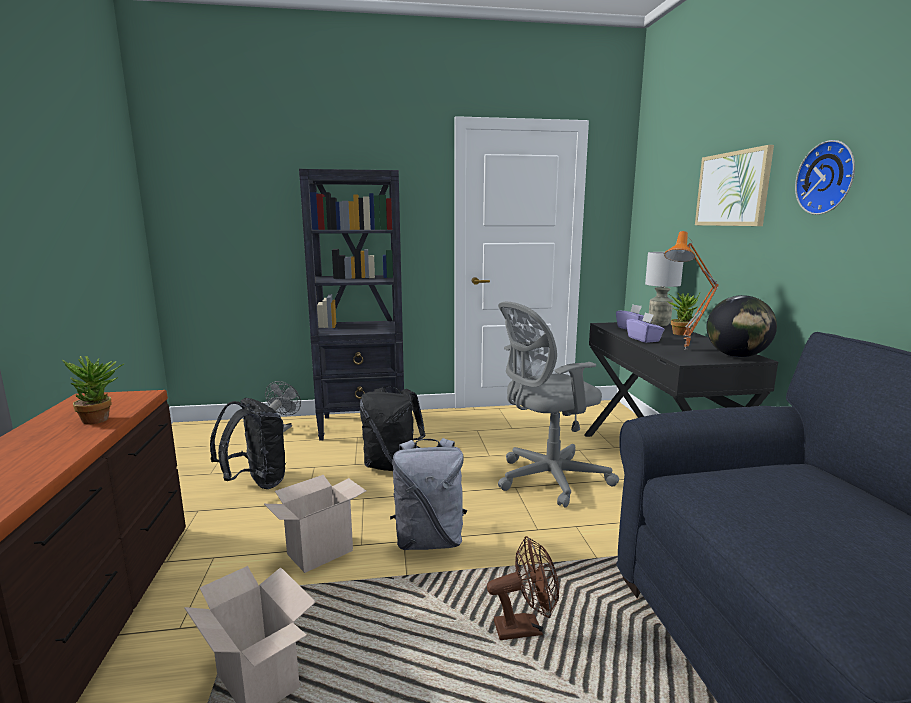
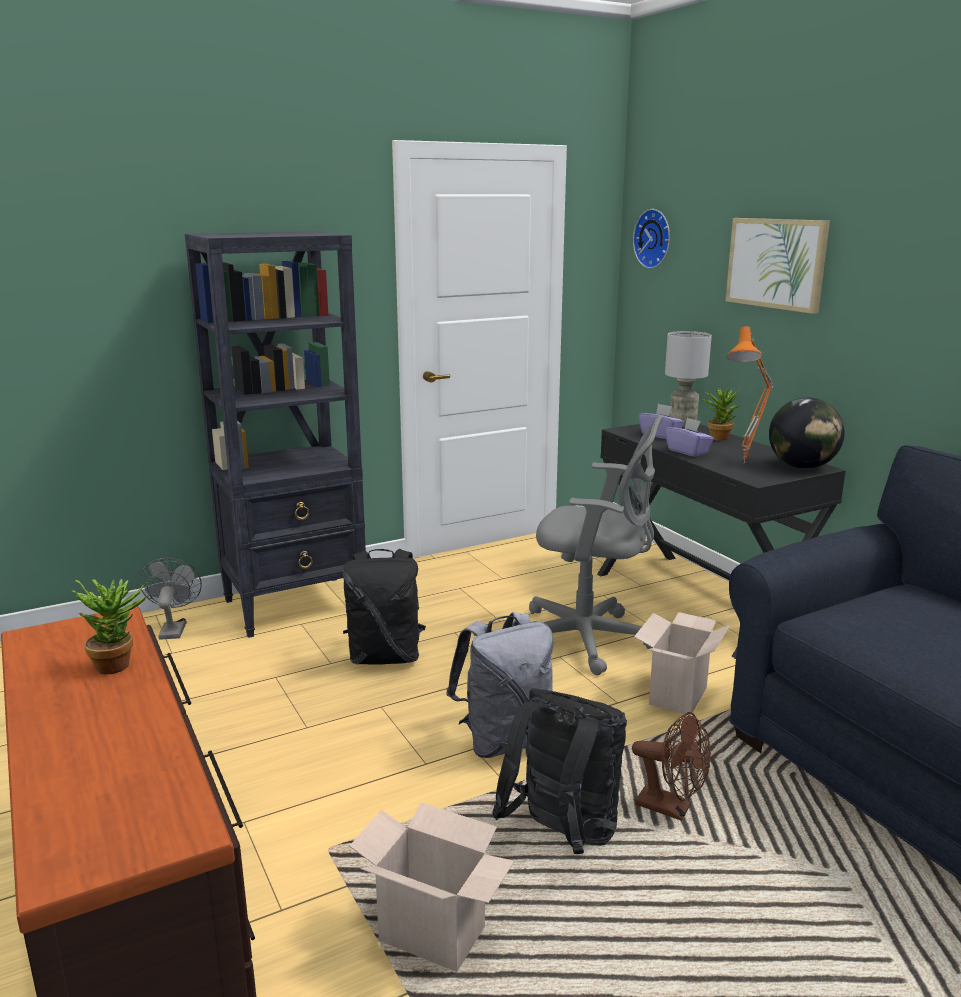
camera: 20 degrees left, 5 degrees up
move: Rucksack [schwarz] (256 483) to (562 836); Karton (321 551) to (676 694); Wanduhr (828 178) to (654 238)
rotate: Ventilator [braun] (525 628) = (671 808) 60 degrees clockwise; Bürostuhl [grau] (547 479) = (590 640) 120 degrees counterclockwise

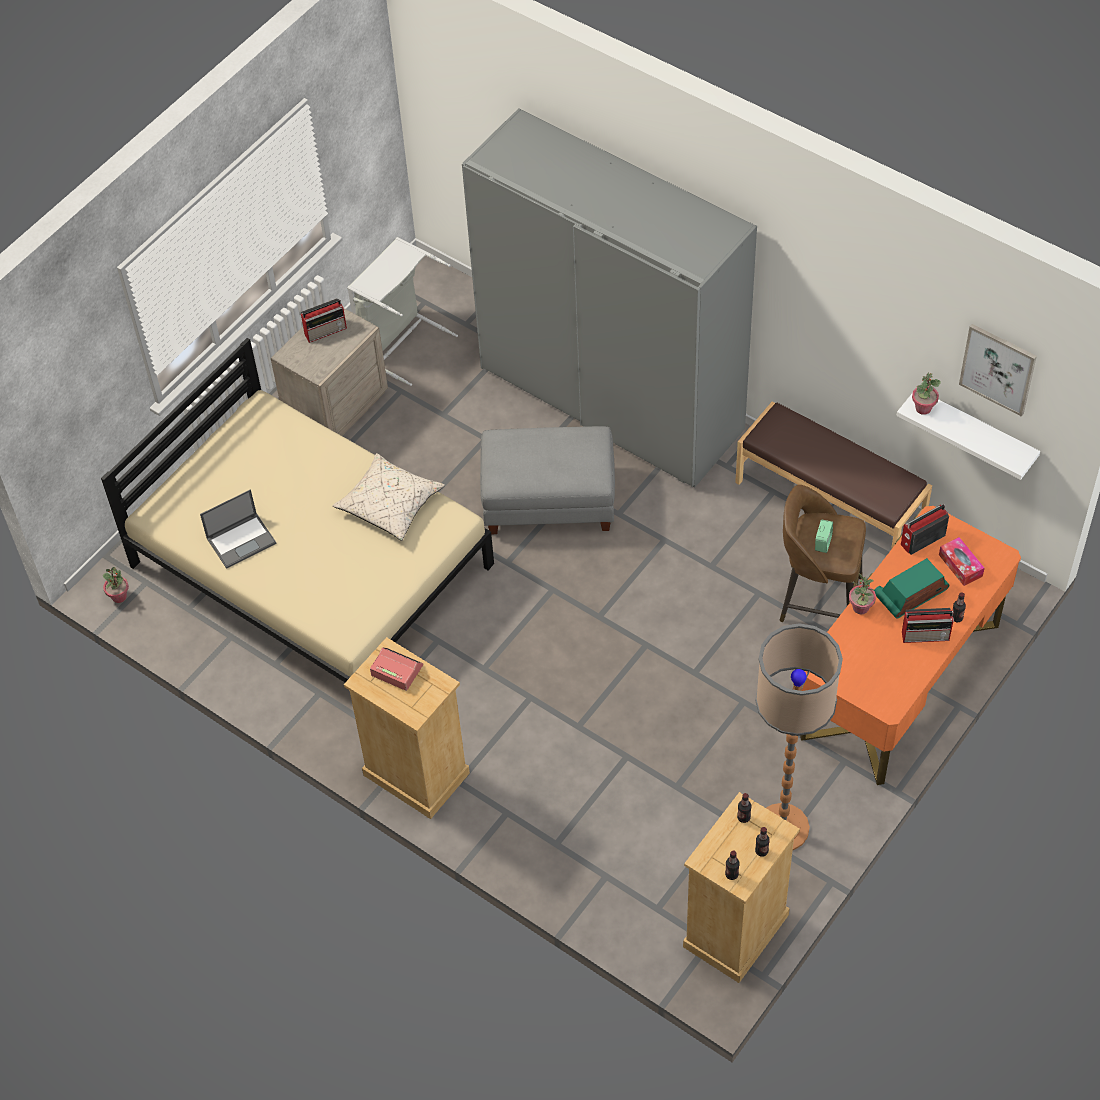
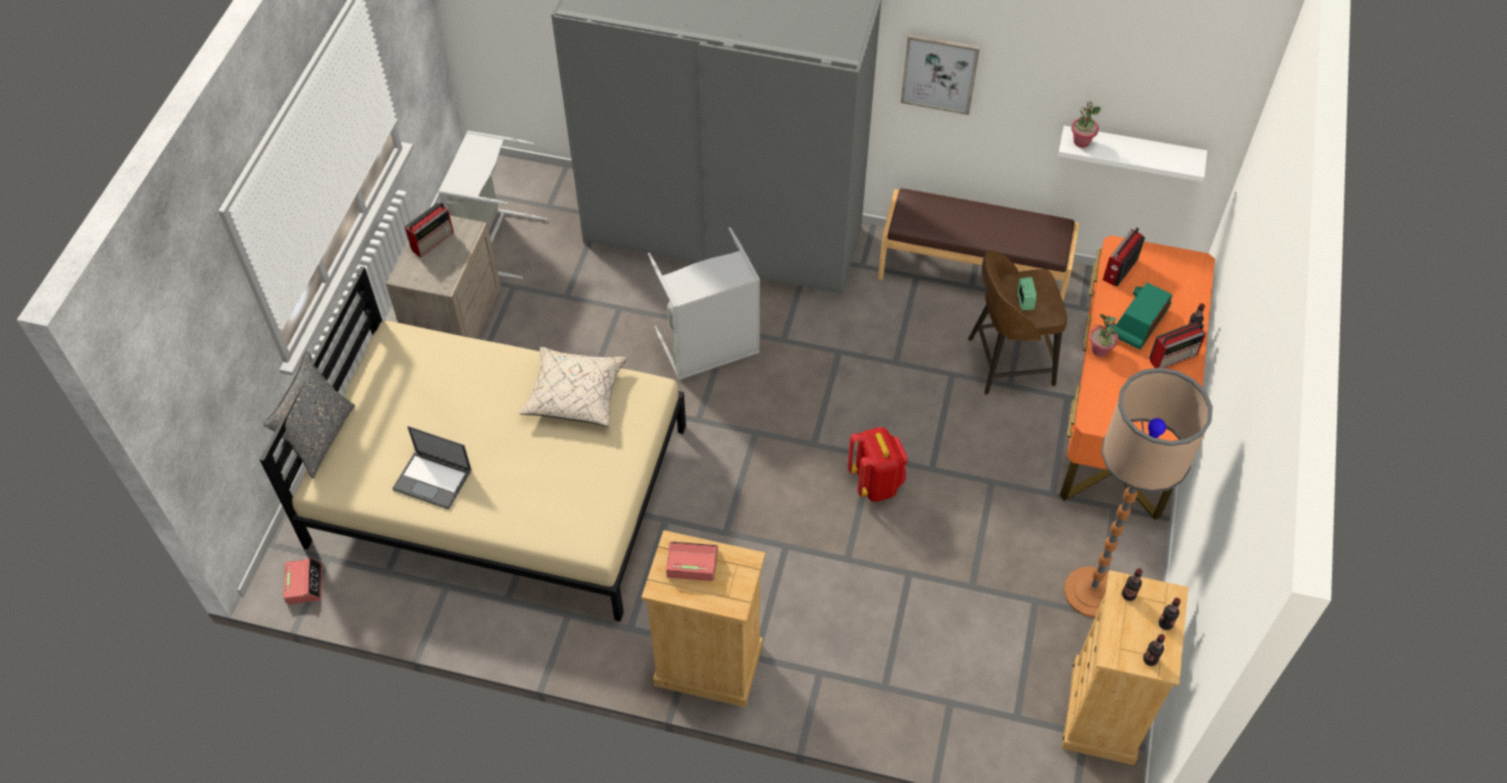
camera: 25 degrees left, 0 degrees up
delete: Taschentuchbox (960 565)
insert: Kissen [grau] (320 438); Rucksack [rot] (876 483)
move: Bild (998 368) to (939 73)
replace: Topfpflanze (119 596) to Wecker (304 584); Polsterhocker [grau] (548 502) to Wäschekorb [grau] (710 349)
rotate: Laptop (242 540) = (433 480) 75 degrees clockwise

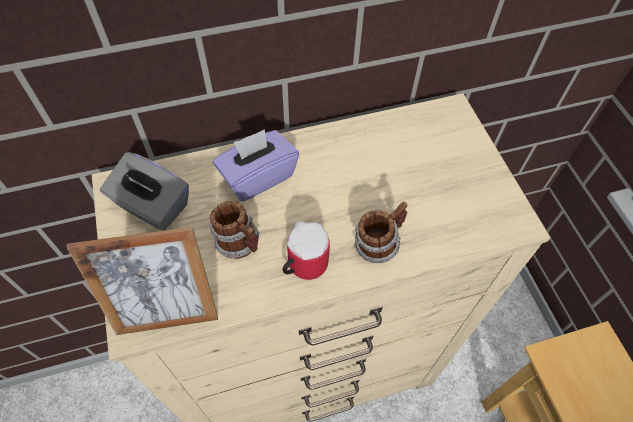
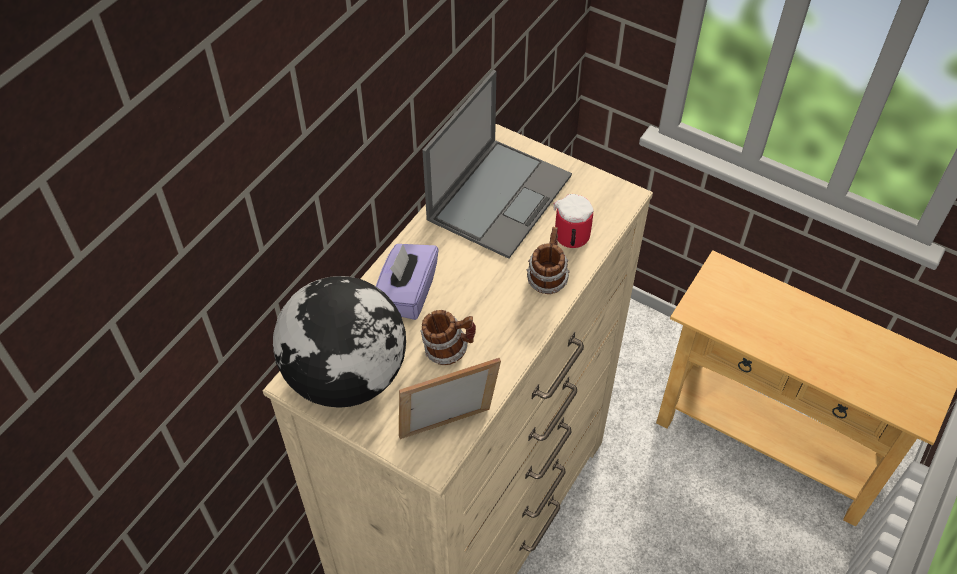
camera: 40 degrees left, 5 degrees down
insert: Laptop (500 196)
move: Henkelbecher (302 265) to (570 239)
replace: Taschentuchbox [grau] (152 206) to Globus (347 375)
rotate: Bilderrahmen (167 313) = (448 433) 150 degrees counterclockwise

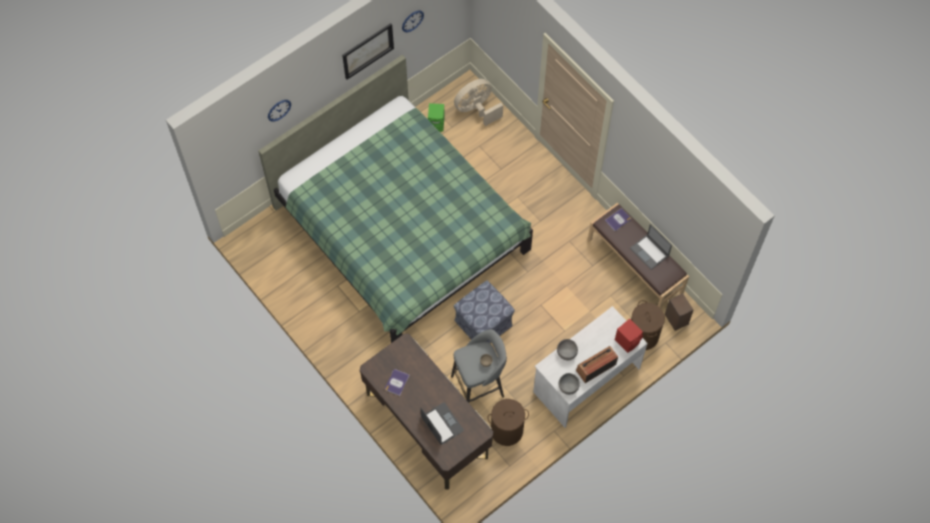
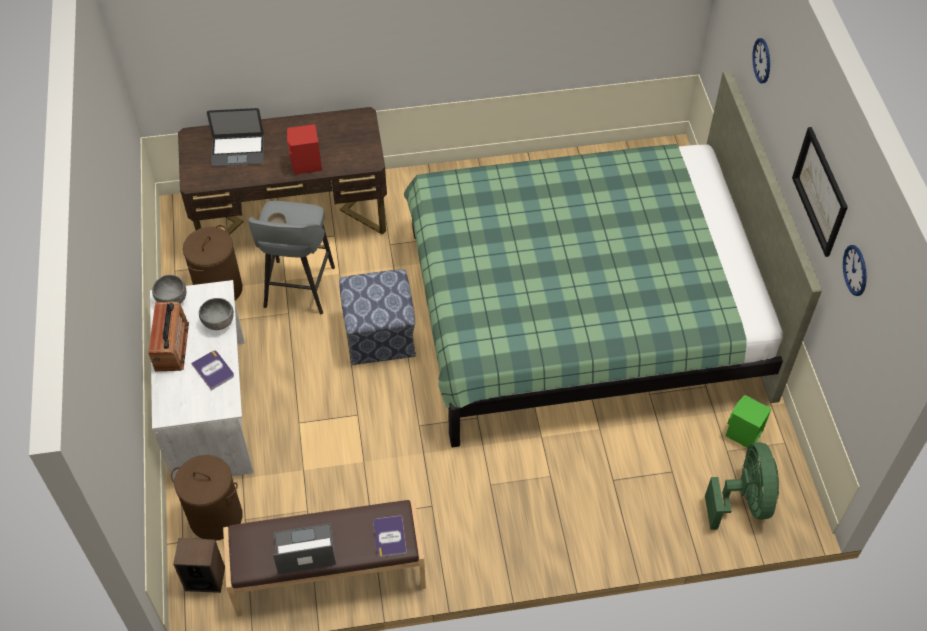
camera: 120 degrees right, 10 degrees down
move: Buch (397 382) to (213 370); Lautsprecher [rot] (628 341) to (306 164)
recolor: Ventilator [beige] (476 110) to Ventilator [grün] (743 501)

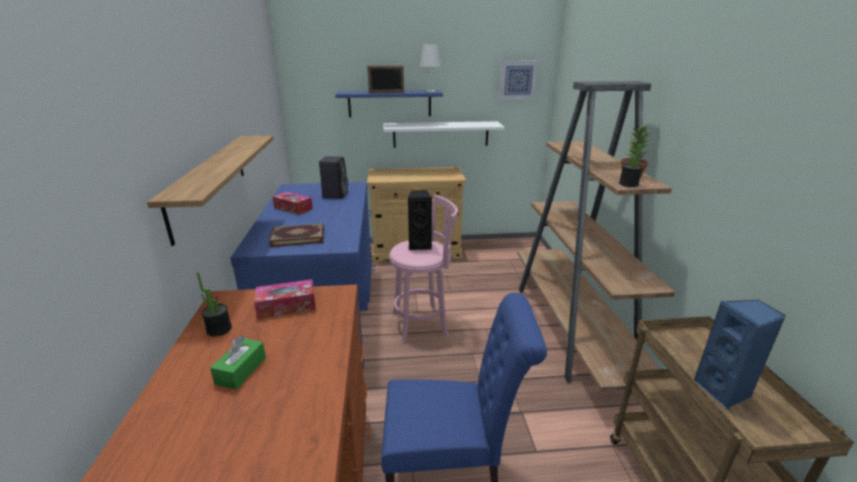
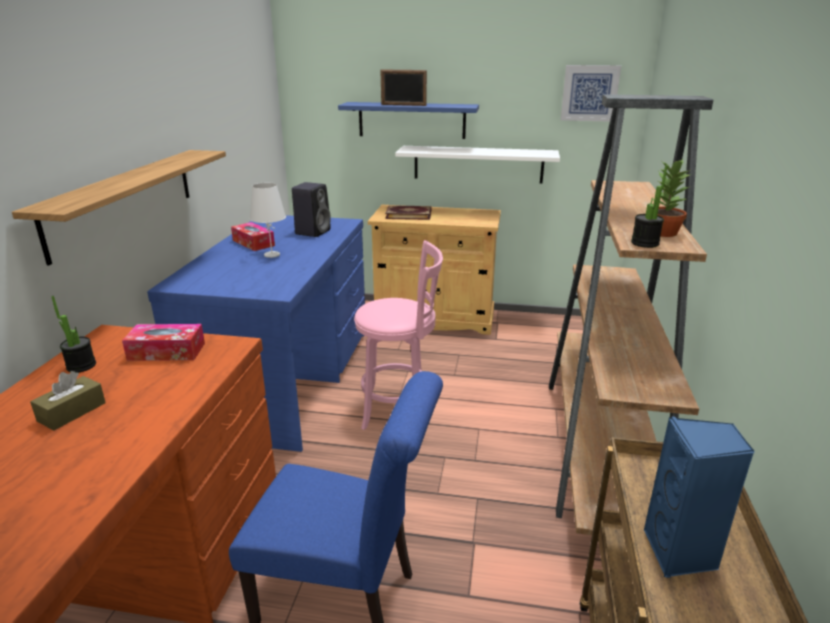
camera: 15 degrees right, 0 degrees up
delete: Lautsprecher [schwarz] (420 245)
move: Buch (298 236) to (408 214); Tischlampe [weiß] (430 91) to (271 255)
recolor: Taschentuchbox [grün] (241 370) to Taschentuchbox [braun] (72 412)

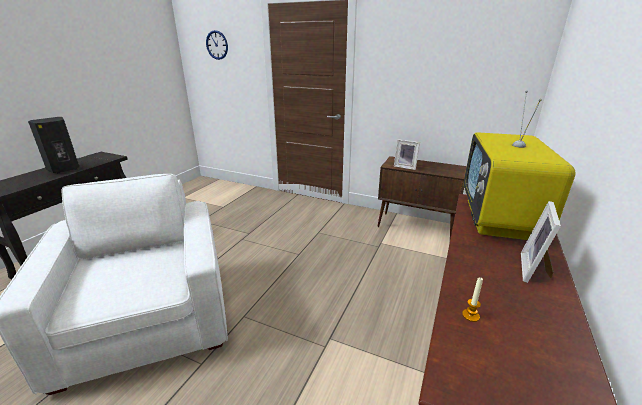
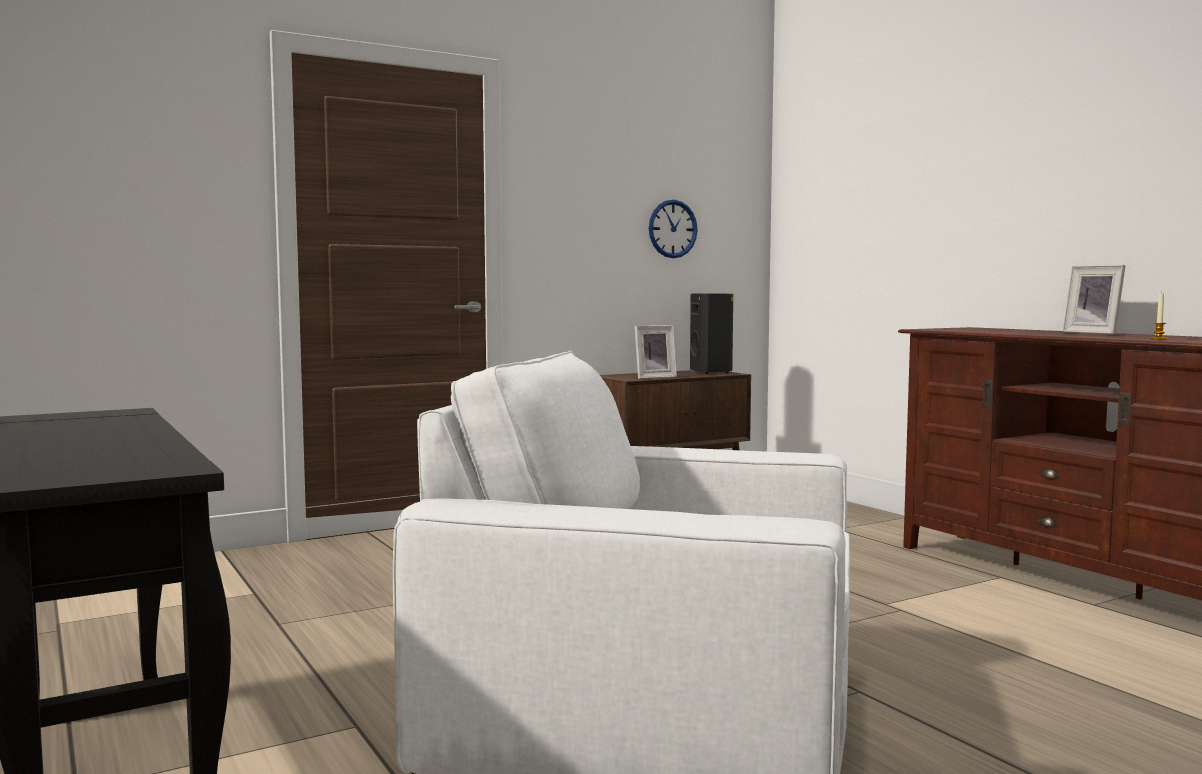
camera: 55 degrees left, 20 degrees down
delete: Fernseher (499 220)
move: Lautsprecher [schwarz] (64 169) to (712 372); Wanduhr (217 45) to (672 229)

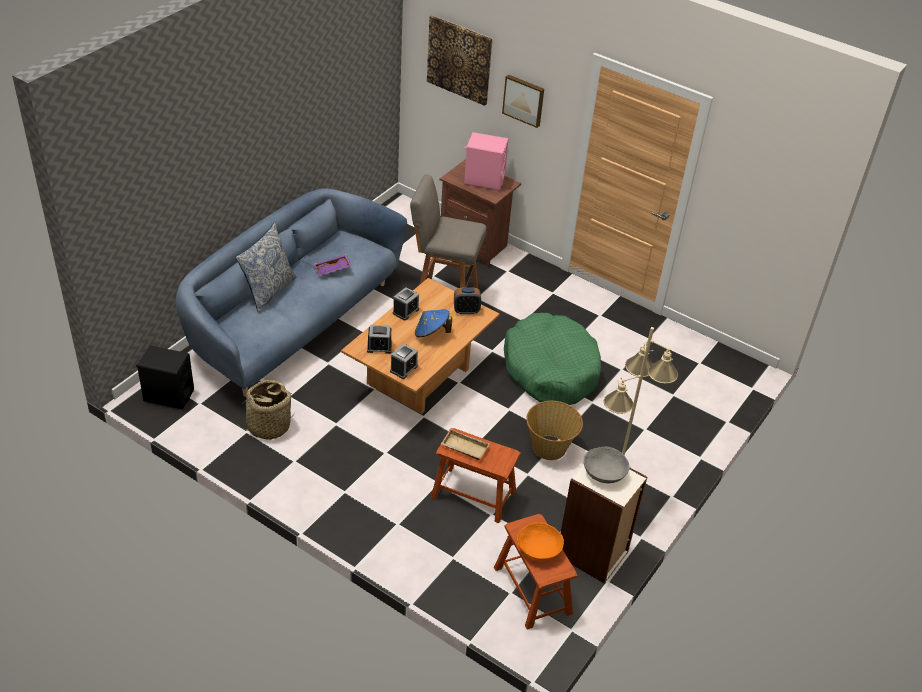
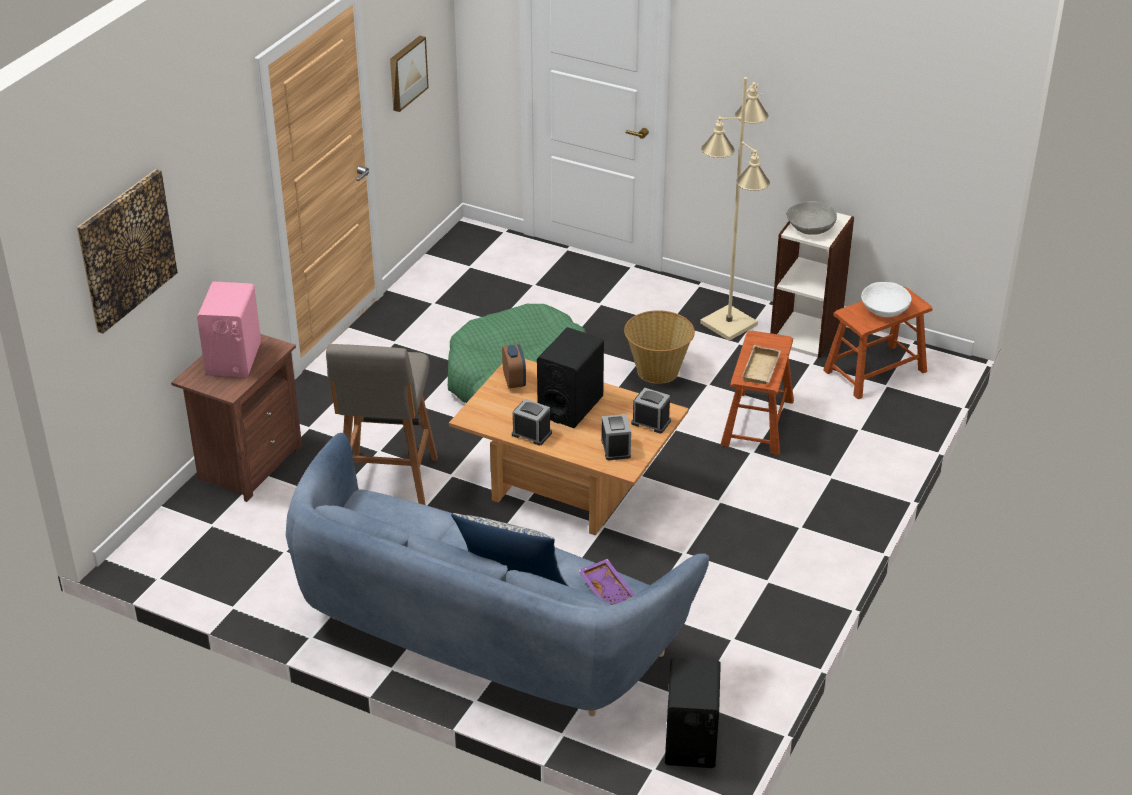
camera: 95 degrees left, 5 degrees down
delete: Korb (268 426)
move: Tablett [lila] (332 269) to (608 590); Bild (524 100) to (406 72)
replace: Hut [blau] (431 333) to Lautsprecher [schwarz] (570 406)
recolor: Schüssel [orange] (539 549) to Schüssel [weiß] (884 309)

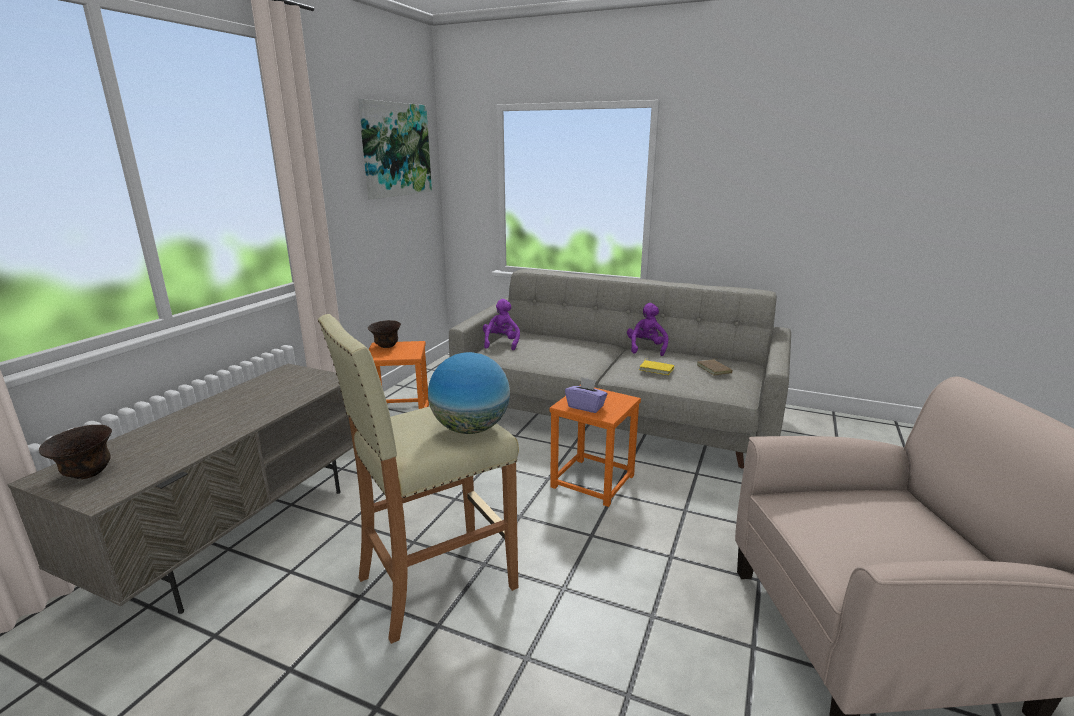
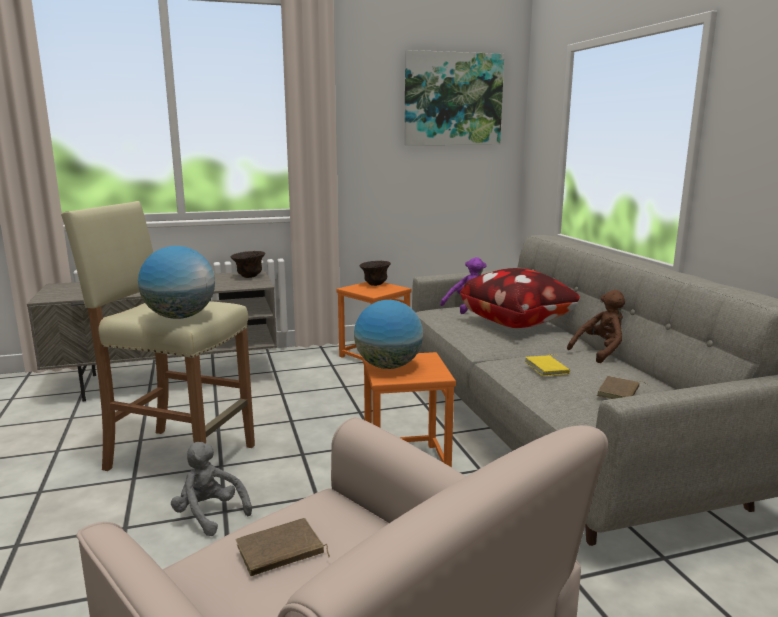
camera: 50 degrees right, 5 degrees down
insert: Plüschtier [grau] (209 515); Buch [braun] (280 552); Kissen (517 323)
move: Schüssel [braun] (87 473) to (249 276)
replace: Taschentuchbox [lila] (586 407) to Globus (388 366)
recolor: Plüschtier [lila] (646 348) to Plüschtier [braun] (601 352)

